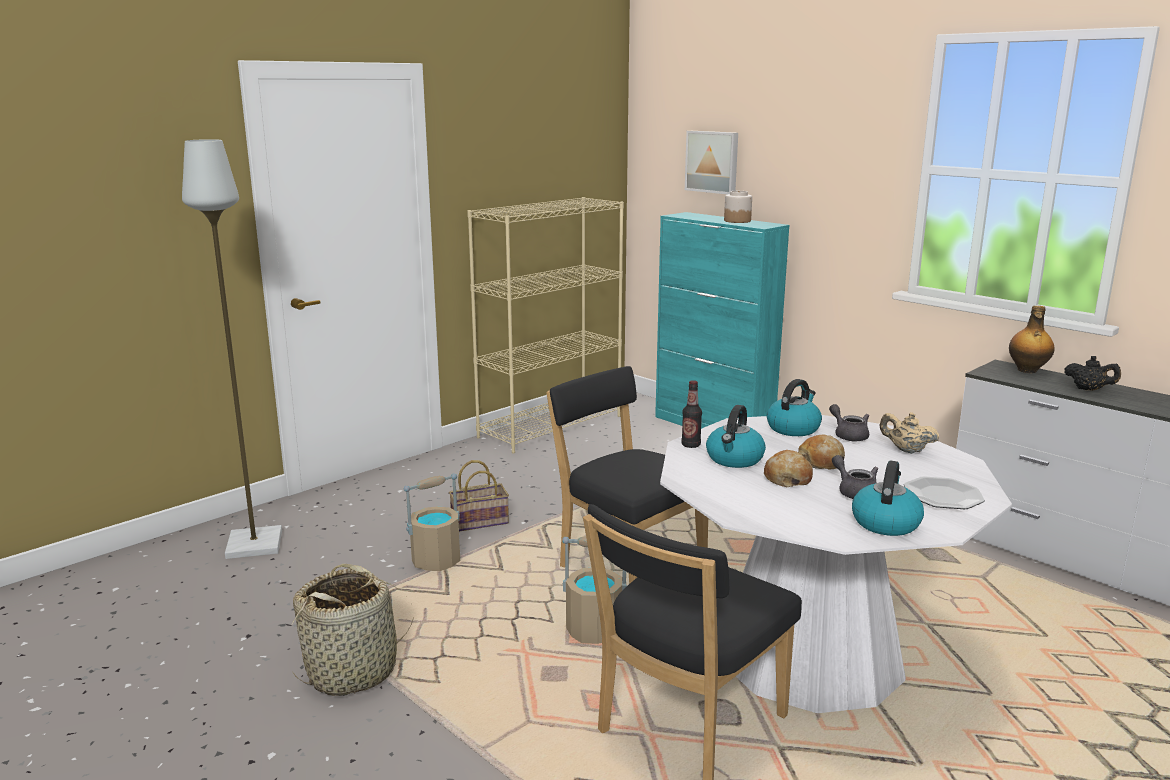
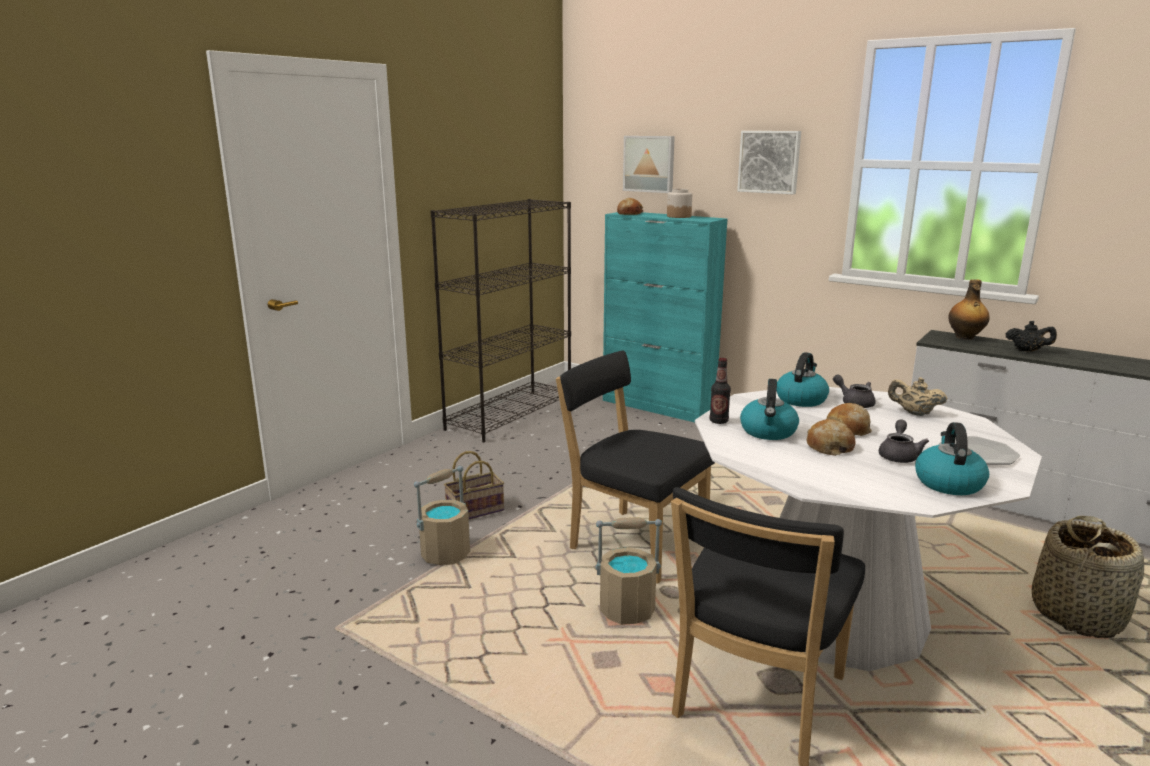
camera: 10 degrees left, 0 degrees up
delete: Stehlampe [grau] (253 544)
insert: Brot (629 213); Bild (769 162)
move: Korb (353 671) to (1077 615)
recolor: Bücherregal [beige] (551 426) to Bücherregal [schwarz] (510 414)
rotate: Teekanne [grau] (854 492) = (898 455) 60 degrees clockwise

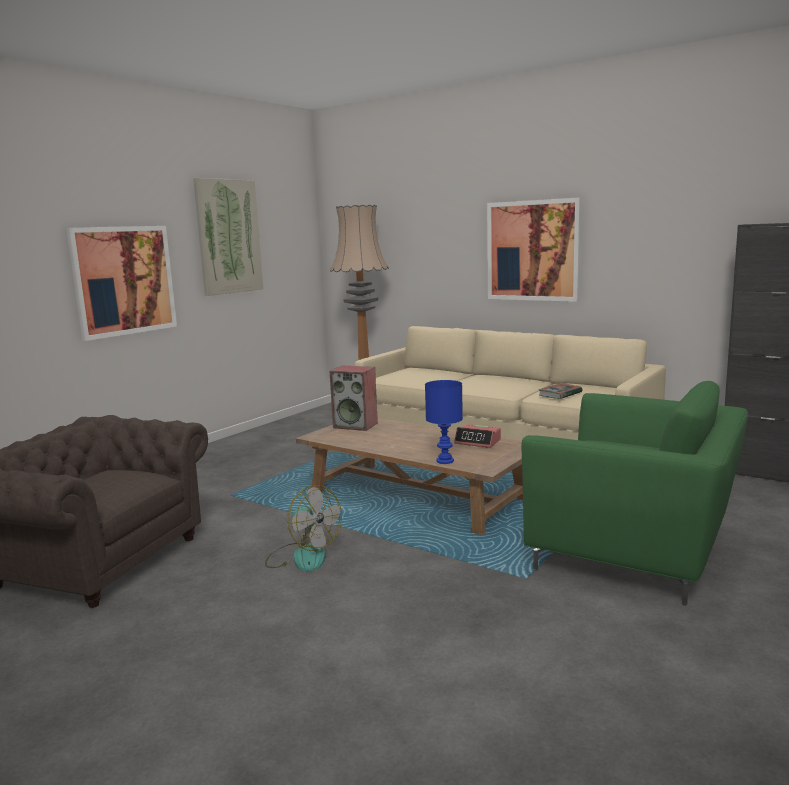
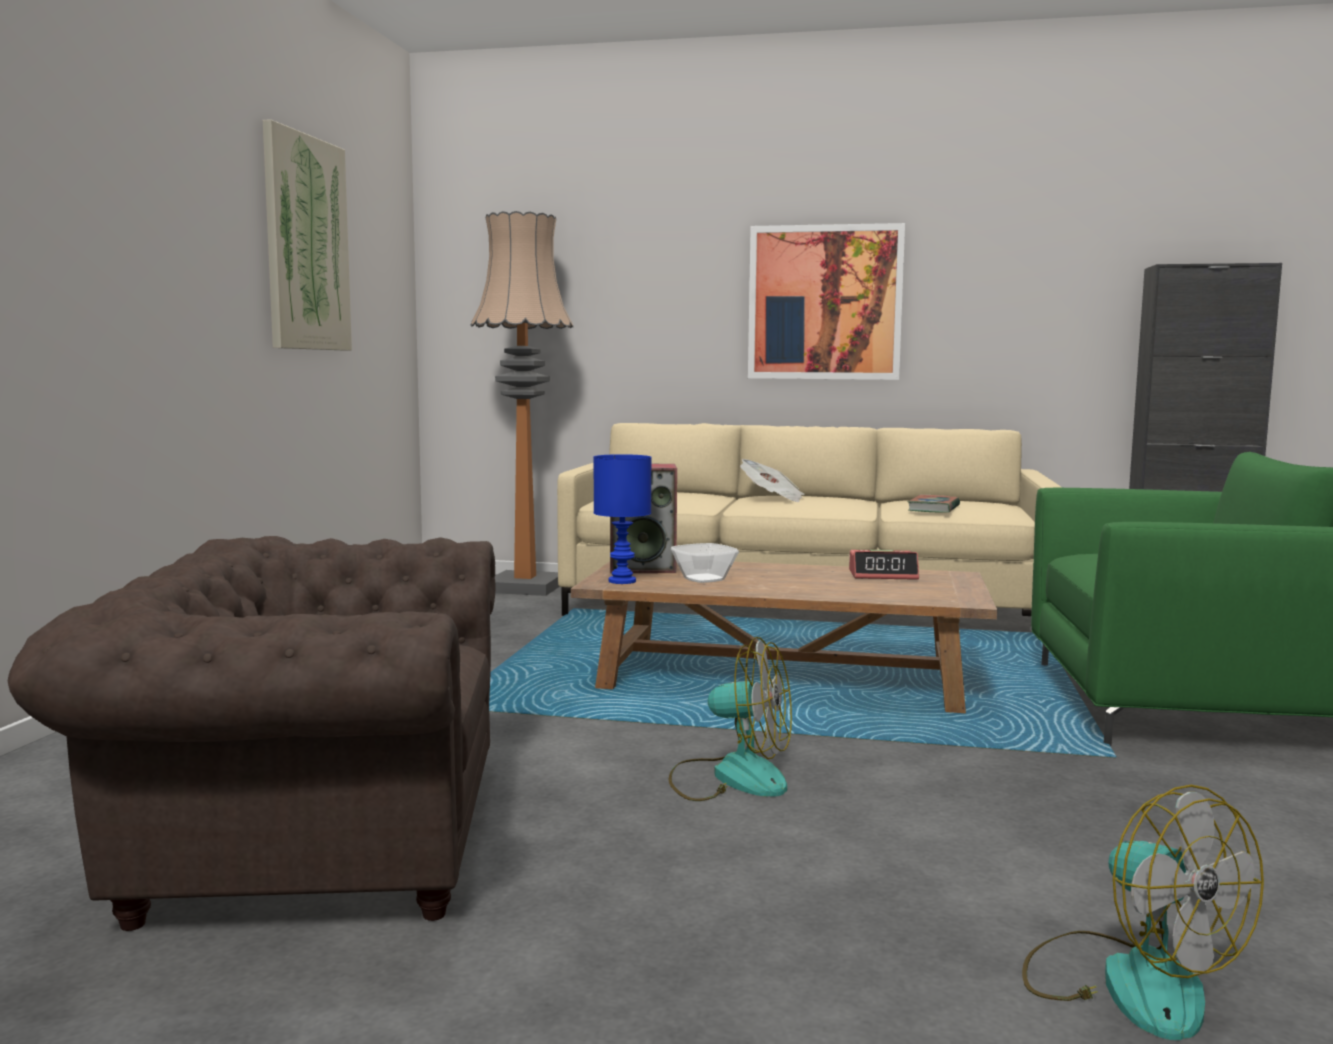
camera: 25 degrees left, 5 degrees down
delete: Bild (124 280)
insert: Schüssel (704 579); Zeitung (772 499); Ventilator (1128 981)
move: Tischlampe [blau] (445 461) to (623 581)

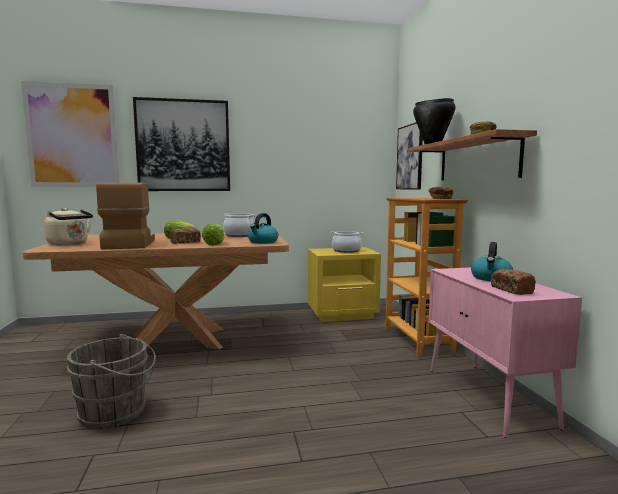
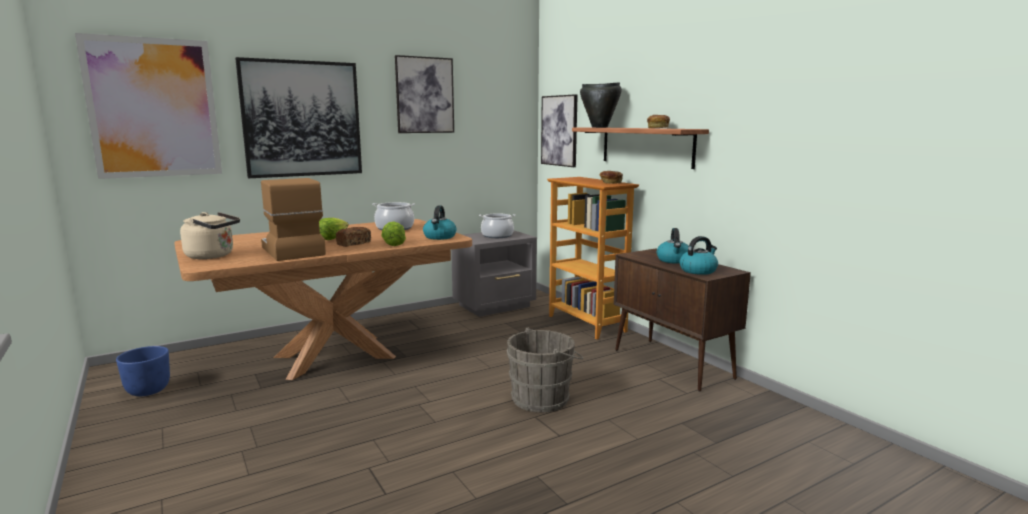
camera: 20 degrees left, 5 degrees up
insert: Pflanzkübel [blau] (148 391); Bild (424 95)
move: Eimer [grau] (117 412) to (544 398)
replace: Brot (511 290) to Wasserkessel (698 270)
recolor: Nachttisch [gelb] (343 314) to Nachttisch [grau] (495 306); Schrank [rosa] (488 397) to Schrank [braun] (673 364)

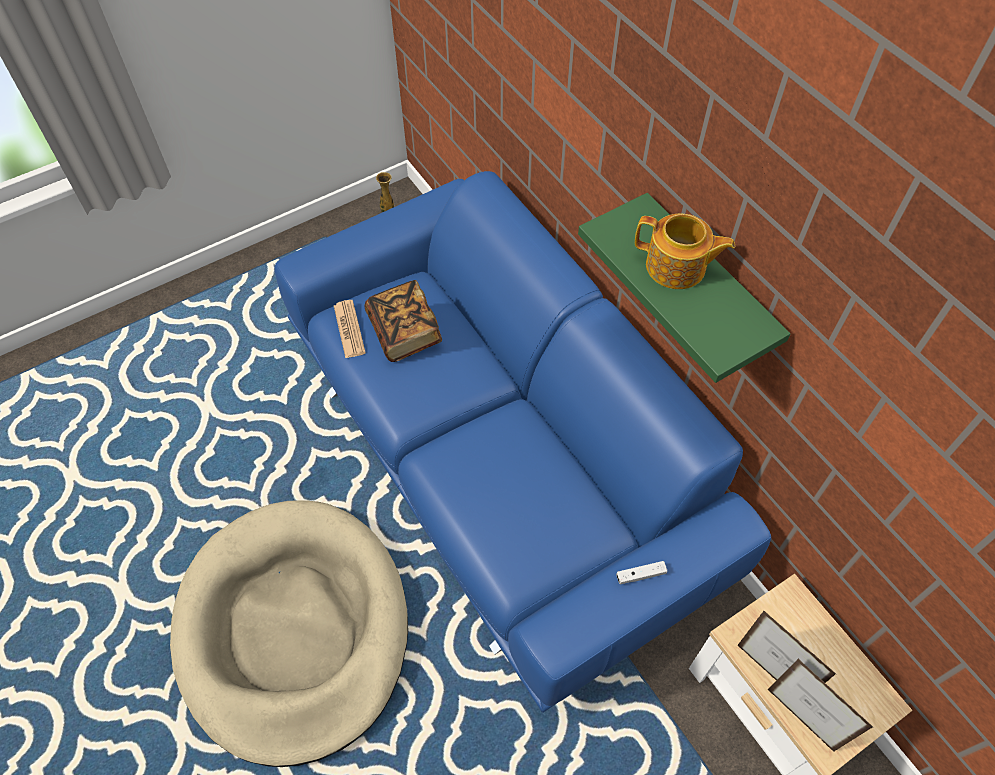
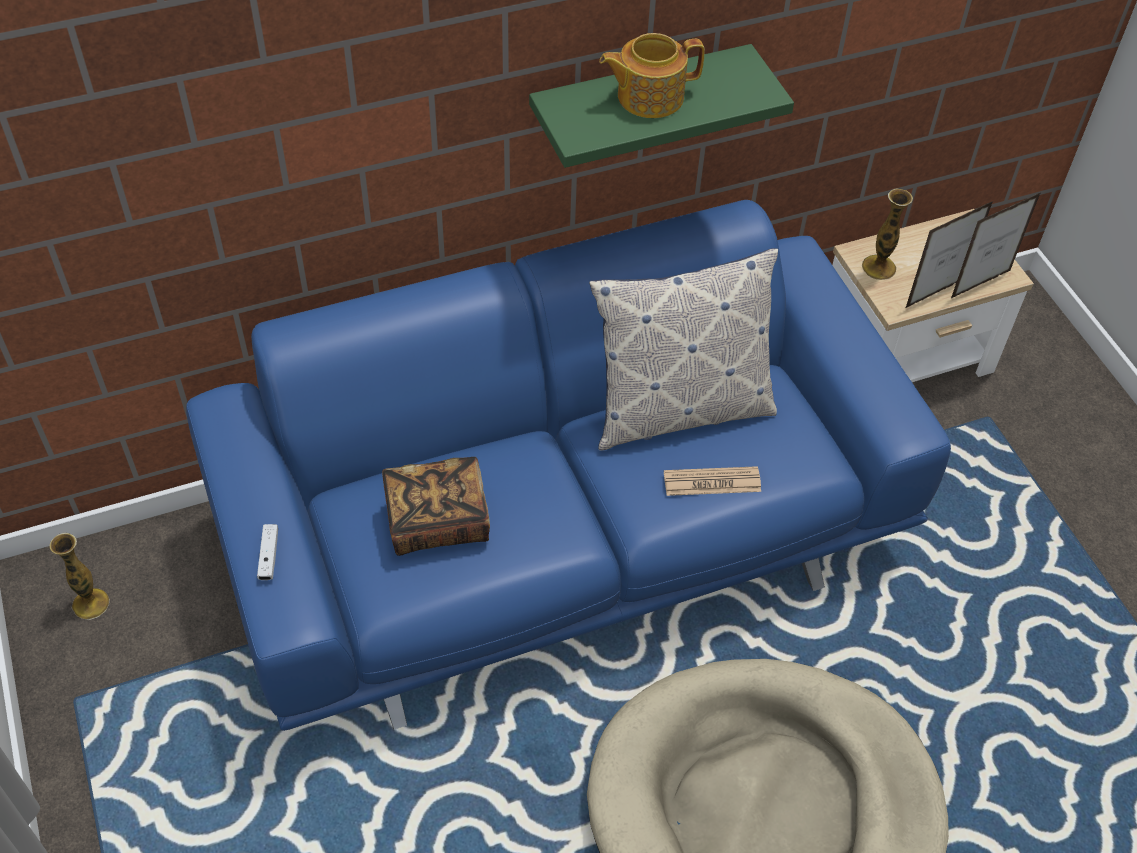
camera: 80 degrees left, 5 degrees down
insert: Kissen (679 409); Vase (878 267)
move: Zeitung (349 329) to (712 482); Gamepad [weiß] (640 575) to (269 556)
rotate: Teekanne (677 267) = (648 96) 135 degrees counterclockwise

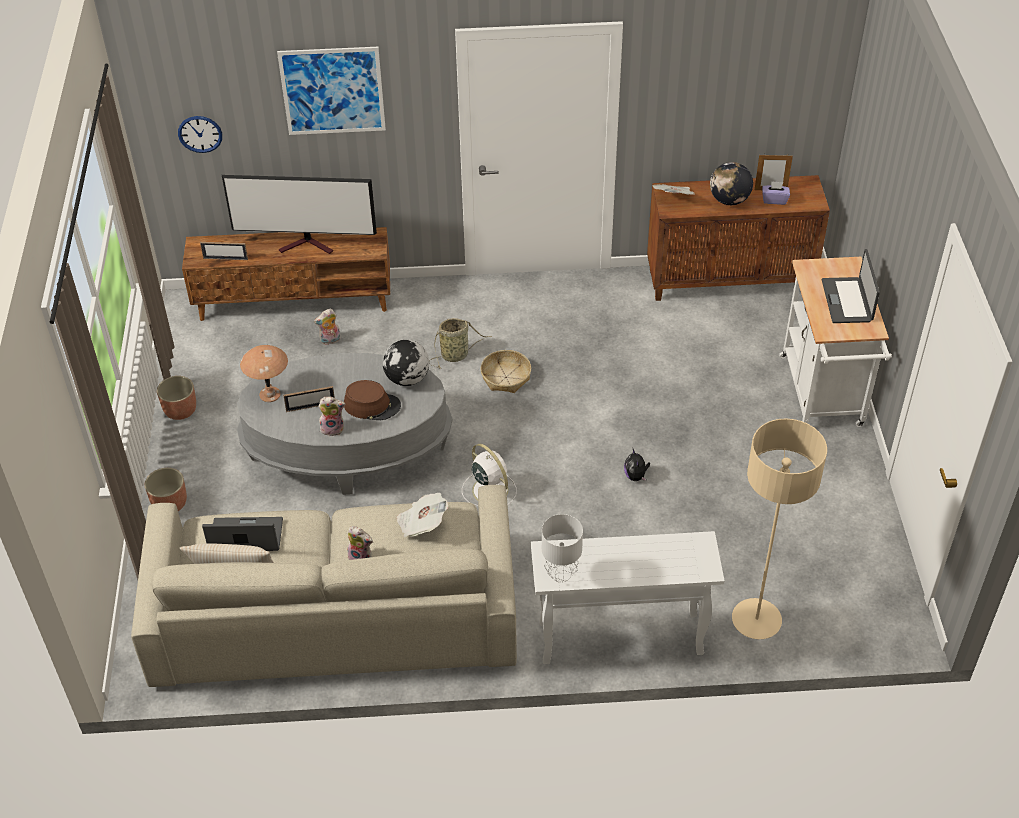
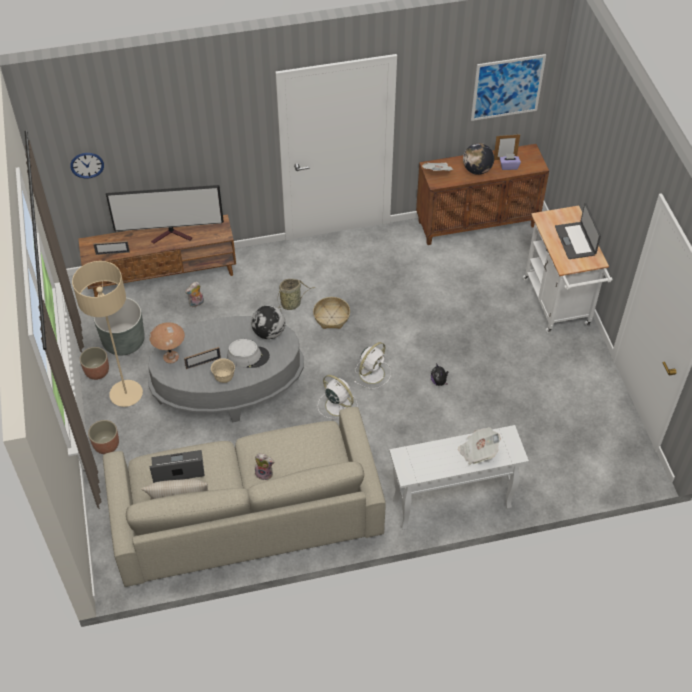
camera: 10 degrees left, 5 degrees up
delete: Tischlampe [grau] (560 574)
insert: Pflanzkübel [grau] (123 341); Ventilator [weiß] (372 373)
move: Bild (332 91) to (507 87); Zeitung (422 523) to (478 451); Stehlampe [beige] (756 620) to (126 394)
replace: Plüschtier (333 428) to Schüssel [beige] (223 378)
recolor: Hut [braun] (372 405) to Hut [grau] (248 356)

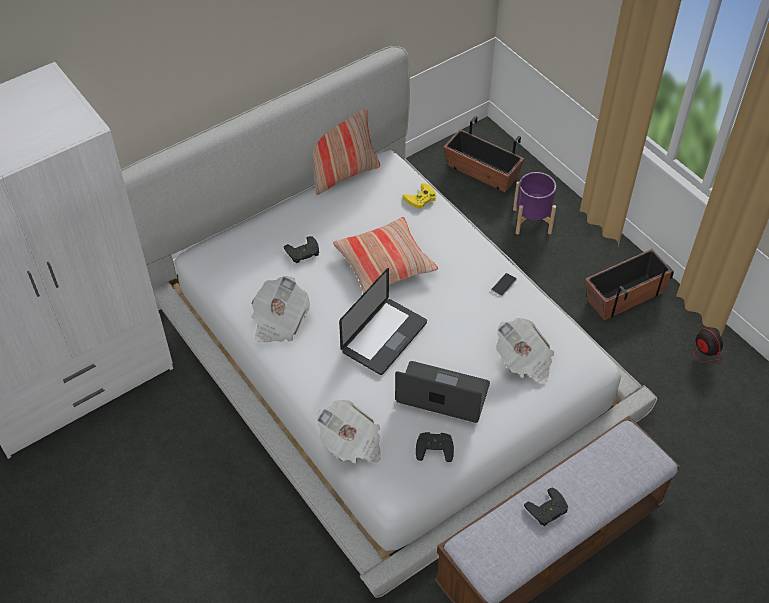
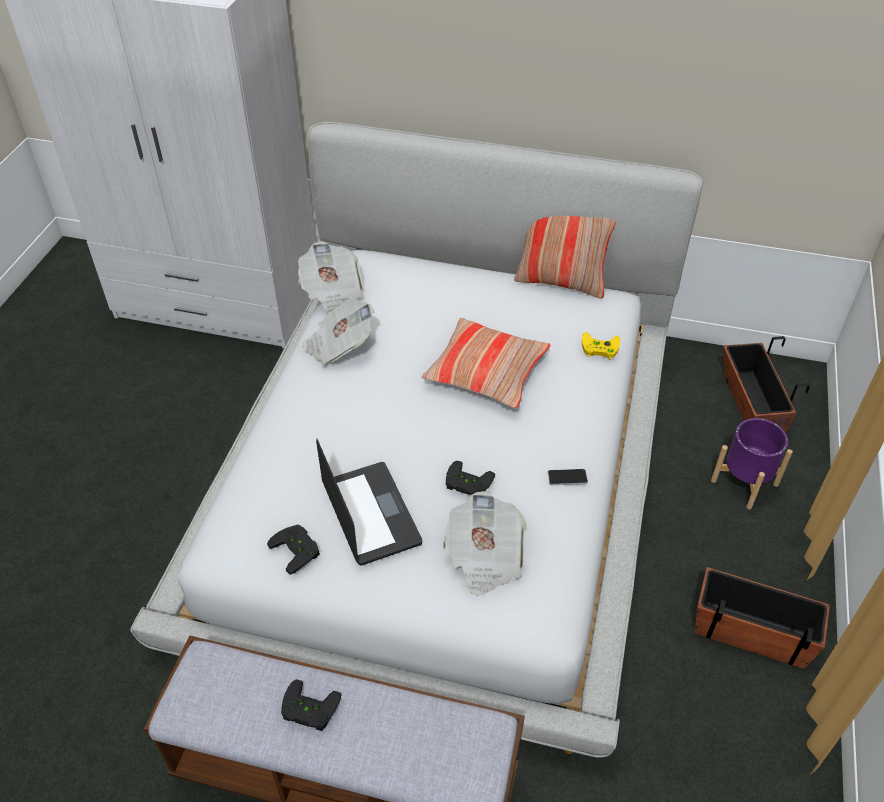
camera: 50 degrees right, 5 degrees down
delete: Laptop (384 337); Ventilator (688 351)
move: Gamepad [schwarz] (303 253) to (467 484); Zeitung (351 443) to (332 292)

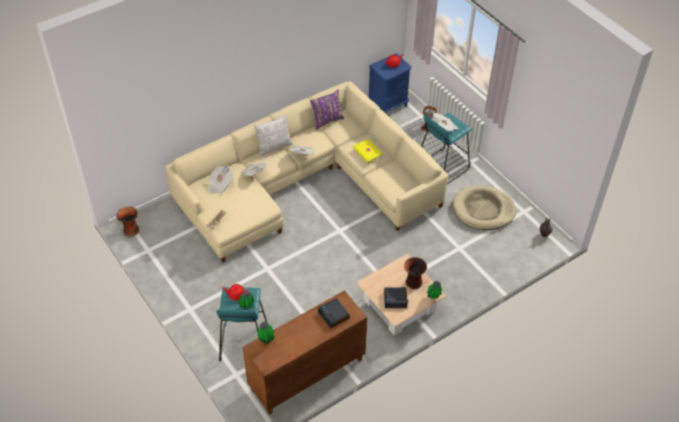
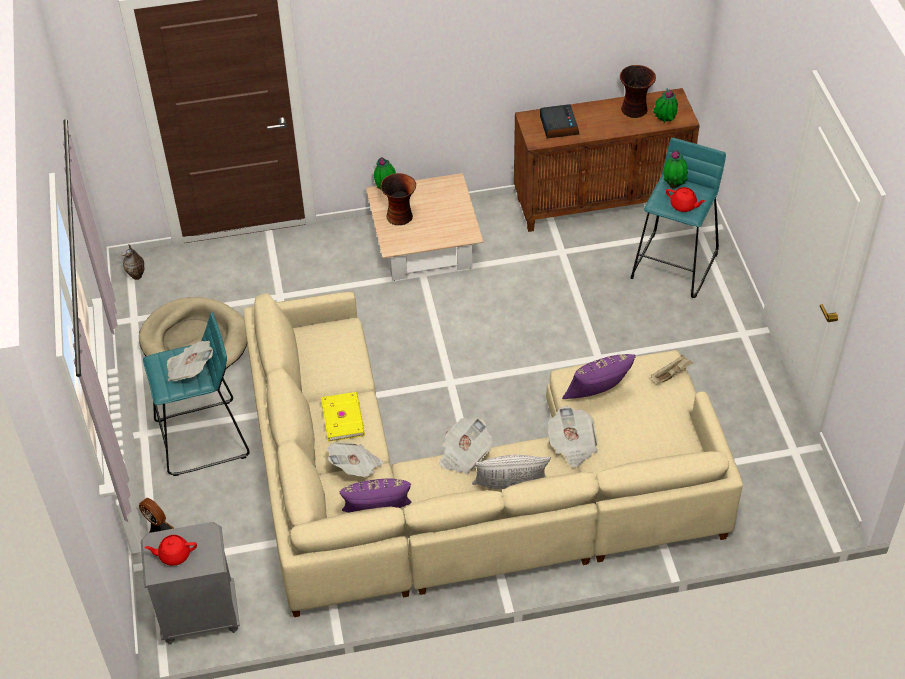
camera: 155 degrees left, 0 degrees up
delete: Wecker (395 299)
insert: Kissen [lila] (597 397)
move: Vase (130 230) to (635 110); Zeitung (220 185) to (356 467)
recolor: Nachttisch [blau] (388 105) to Nachttisch [grau] (199 617)

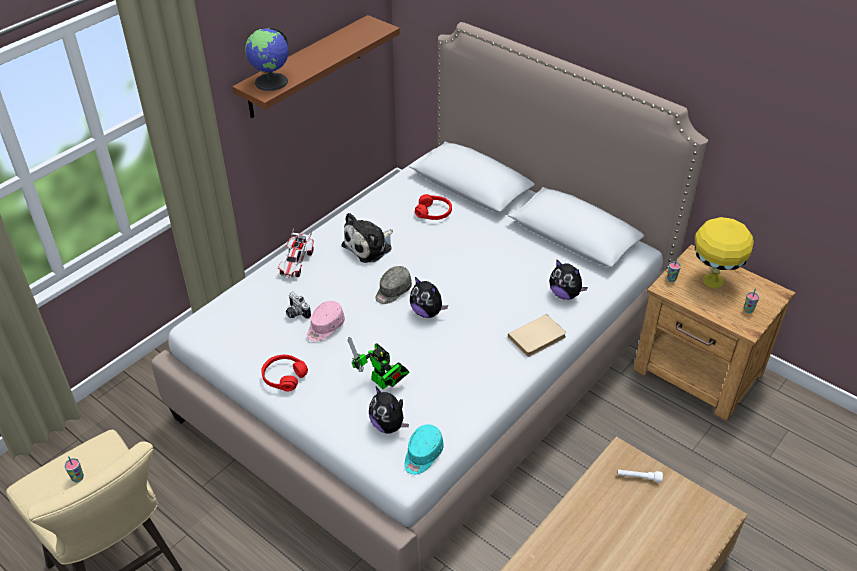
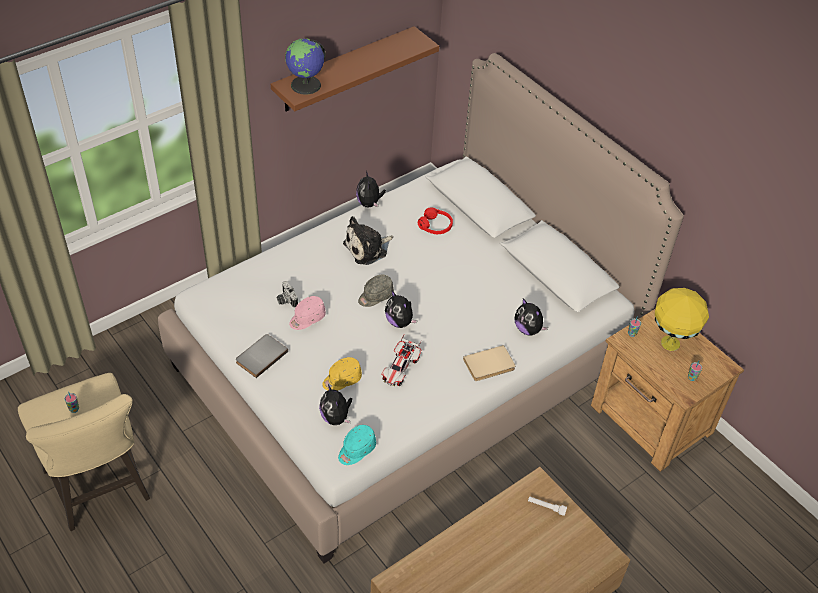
camera: 10 degrees right, 5 degrees up
insert: Plüschtier (369 203)
move: Spielzeugauto (296 263) to (400 369)
replace: Kopfhörer [rot] (284 376) to Buch [grau] (260 356); Spielzeugroboter (382 384) to Kappe [gelb] (341 380)

